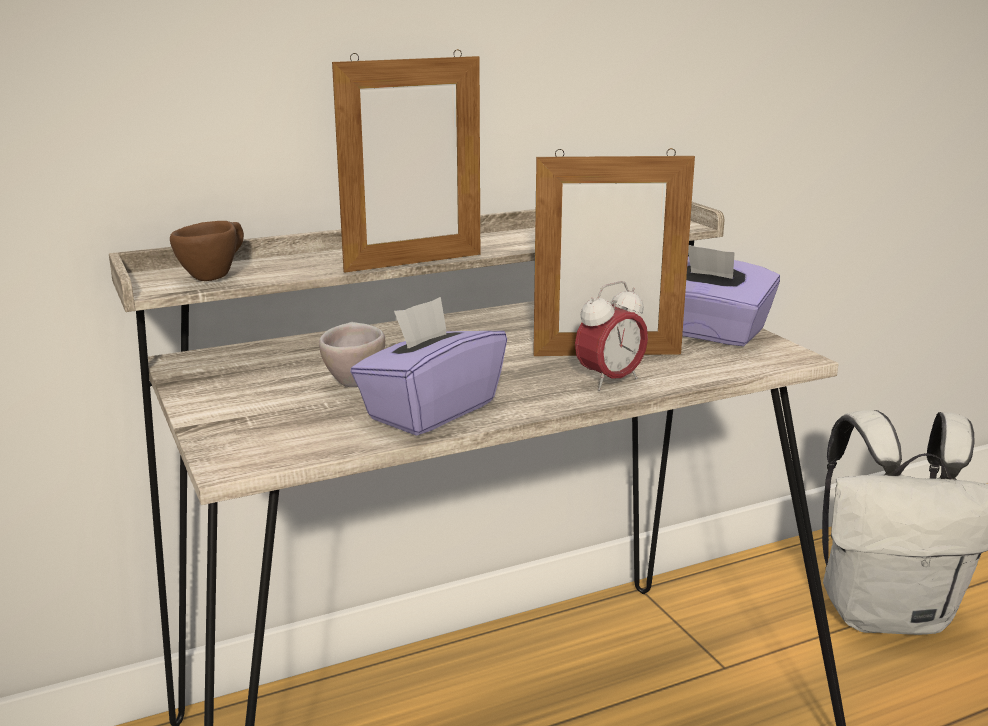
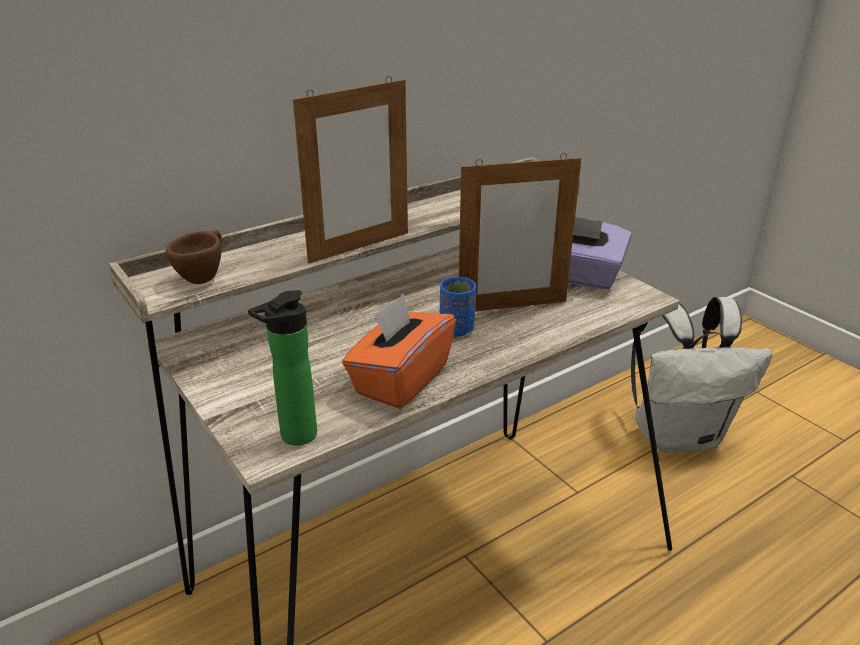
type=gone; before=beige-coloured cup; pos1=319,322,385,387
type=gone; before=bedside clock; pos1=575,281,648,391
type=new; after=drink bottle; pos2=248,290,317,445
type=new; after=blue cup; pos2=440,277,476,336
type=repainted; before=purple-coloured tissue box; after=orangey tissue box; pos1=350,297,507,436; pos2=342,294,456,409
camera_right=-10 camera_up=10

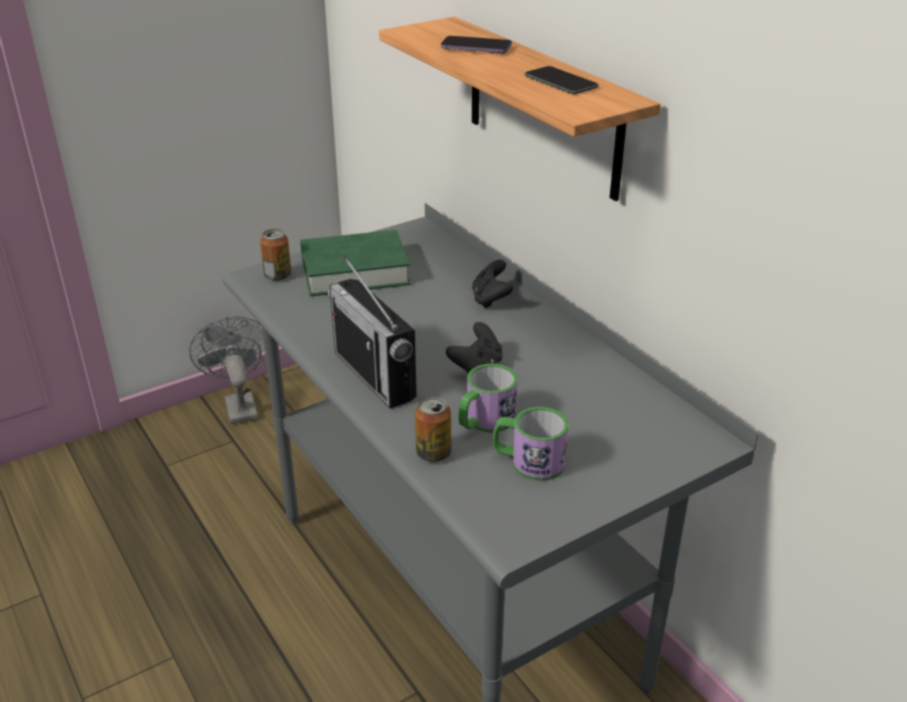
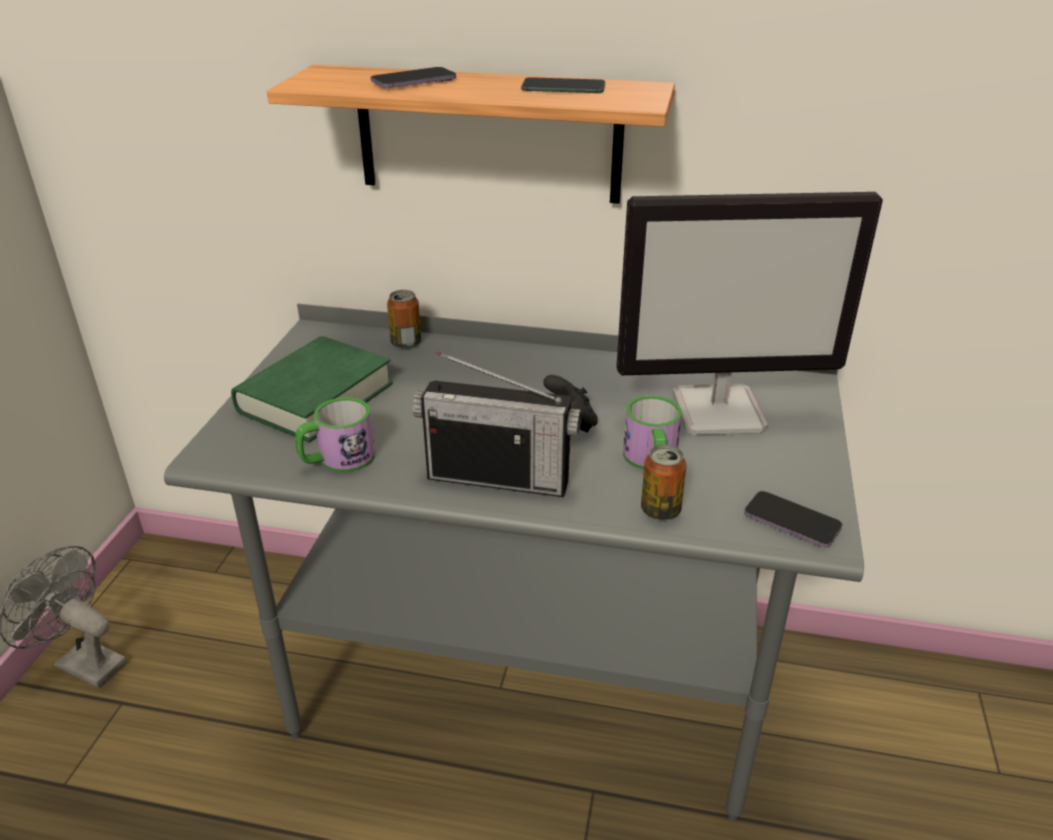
type=gone; before=blackish game controller; pos1=472,260,513,309
type=new; after=monitor; pos2=617,192,883,435
type=new; after=handset; pos2=744,491,842,548
type=shifted; before=metal can; pos1=260,229,291,281; pos2=387,290,421,349
type=shifted; before=mug; pos1=493,407,568,481; pos2=295,397,375,473
camera_right=-45 camera_up=0

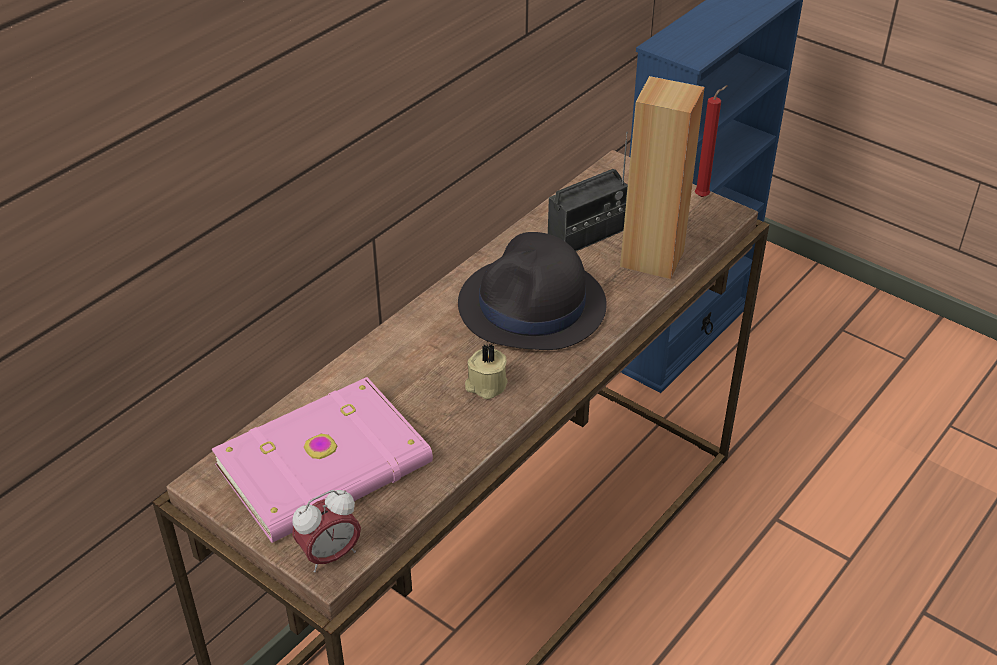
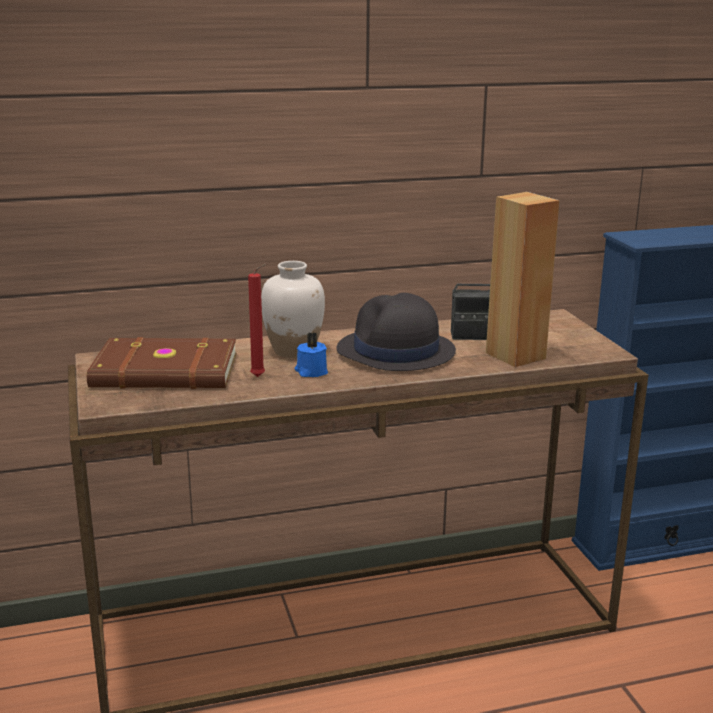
type=gone; before=bedside clock; pos1=292,490,361,573
type=new; after=white flower vase; pos2=261,261,325,358
type=shifted; before=red wax light; pos1=695,85,728,197; pos2=248,264,267,377
type=repainted; before=pink volume; after=brownish volume; pos1=212,377,433,543; pos2=87,337,236,389
type=repainted; before=beige-coloured wax light; after=blue wax light; pos1=465,343,508,399; pos2=295,332,328,377
camera_right=35 camera_up=-20

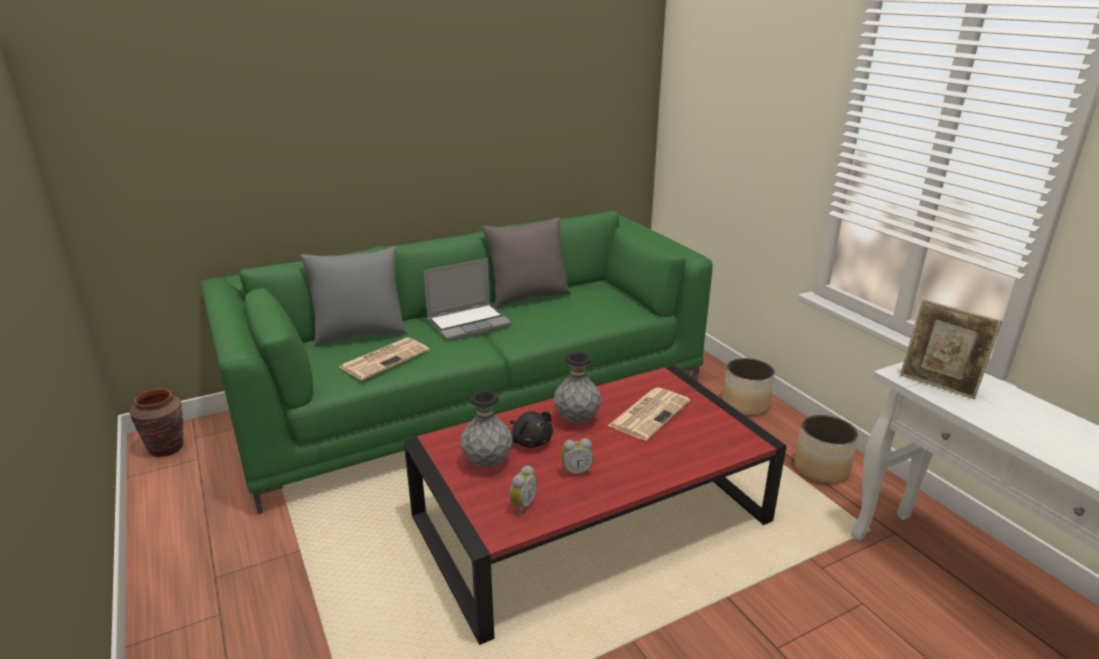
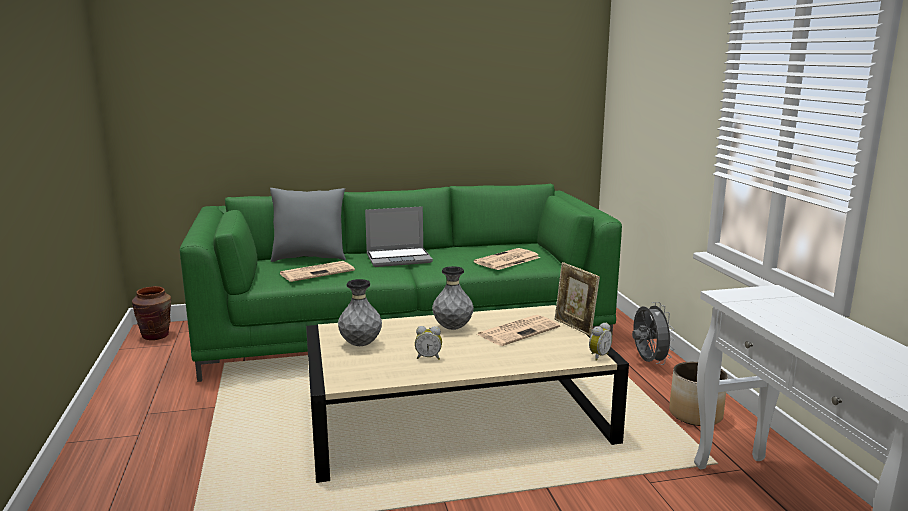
type=gone; before=gray throw pillow; pos1=482,217,571,309
type=gone; before=blackish soft toy; pos1=510,412,553,448
type=new; after=newspaper; pos2=474,248,540,270
type=shifted; before=bedside clock; pos1=509,465,537,515; pos2=589,322,612,361
type=shifted; before=photo frame; pos1=900,299,1002,399; pos2=555,262,600,336
type=swapped; before=flower pot; after=gray electric fan; pos1=722,358,775,416; pos2=632,302,675,365
type=repainted; before=red low table; after=beige-coloured low table; pos1=404,365,787,645; pos2=306,305,629,483
camera_right=15 camera_up=-10

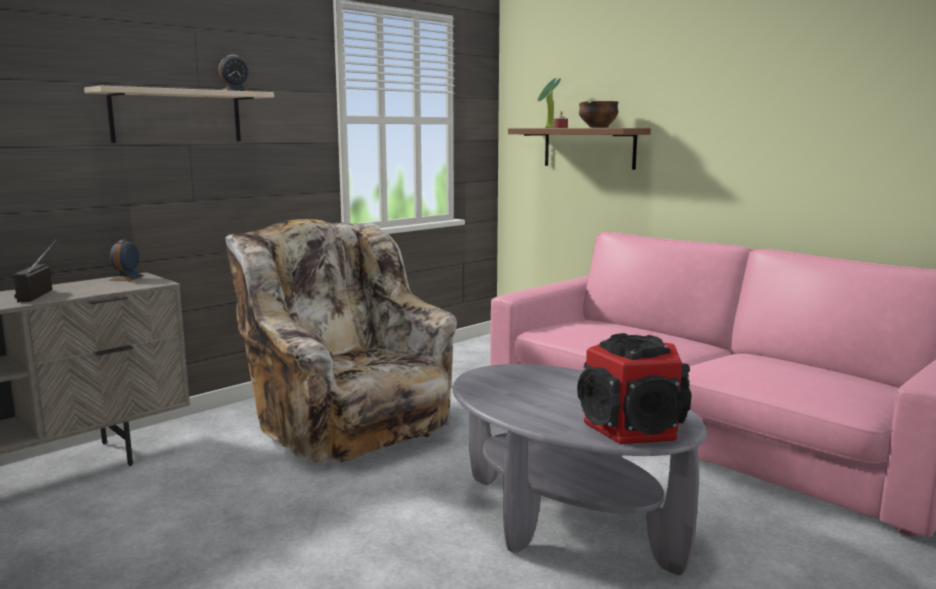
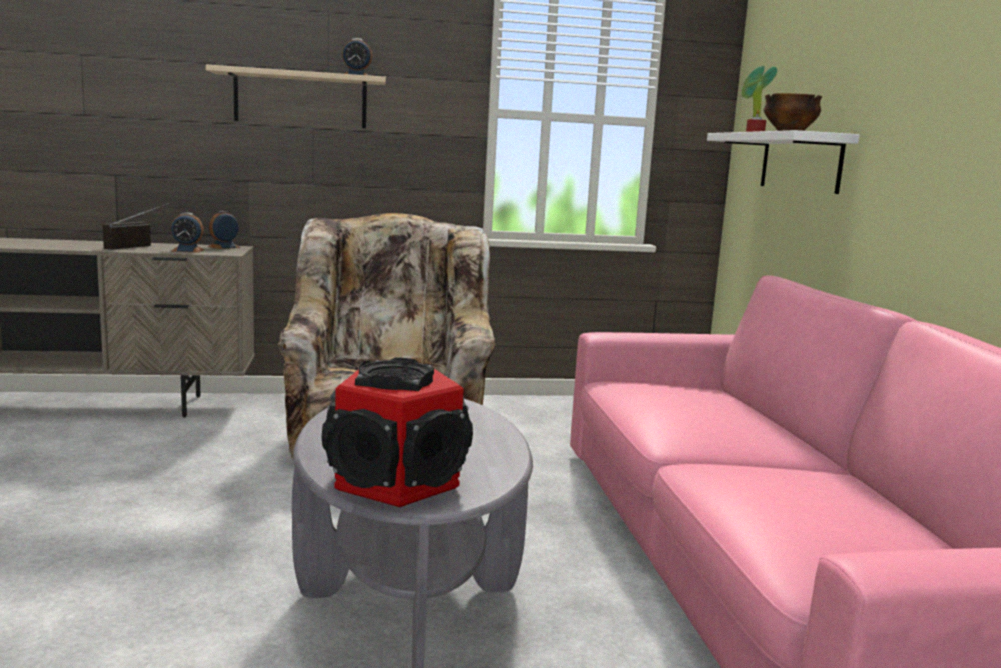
type=new; after=bedside clock; pos2=171,212,204,253
type=repainted; before=brownish bracket shelf; after=white bracket shelf; pos1=508,128,651,170; pos2=707,130,859,194
camera_right=35 camera_up=0

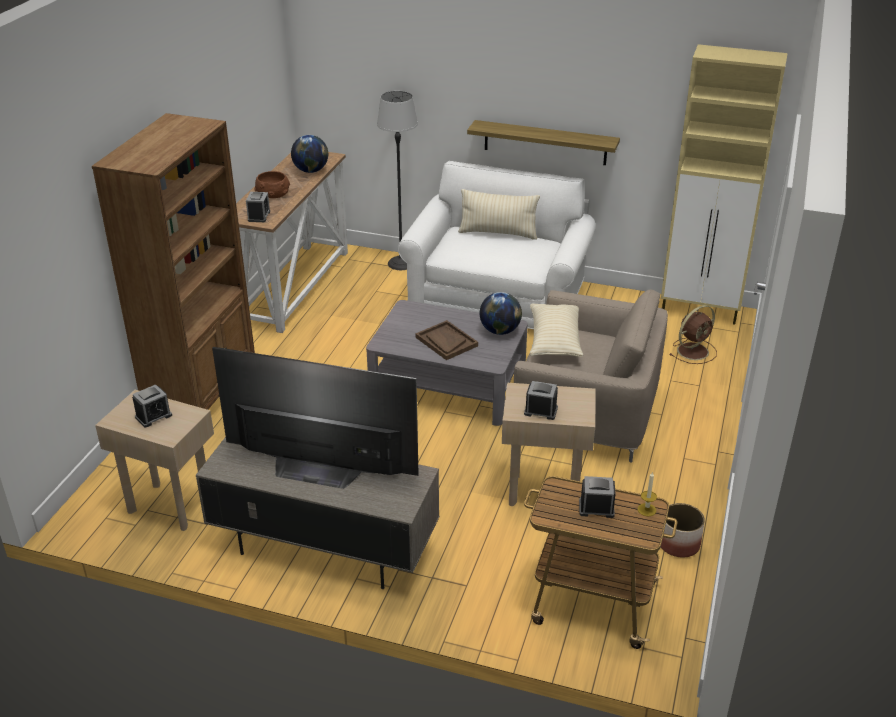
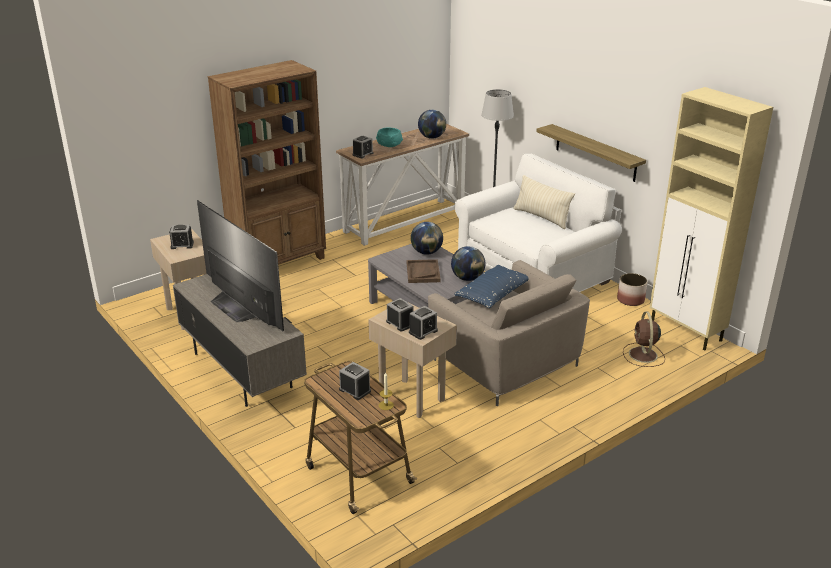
type=new; after=bedside clock; pos2=409,306,438,340
type=new; after=world globe; pos2=411,222,443,255
type=shifted; before=flower pot; pos1=661,503,705,558; pos2=617,273,647,306
type=repainted; before=brownish serving bowl; after=blue-green serving bowl; pos1=254,171,290,198; pos2=376,128,403,147
type=repainted; before=beige-coloured throw pillow; after=blue throw pillow; pos1=530,304,583,357; pos2=455,265,529,308
type=rotated; before=brownish electric fan; pos1=670,305,717,364; pos2=623,312,665,367; turn=90
camera_right=35 camera_up=-5

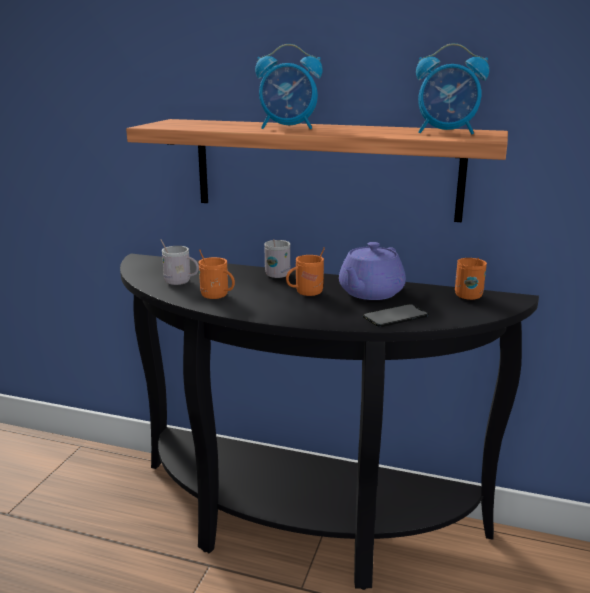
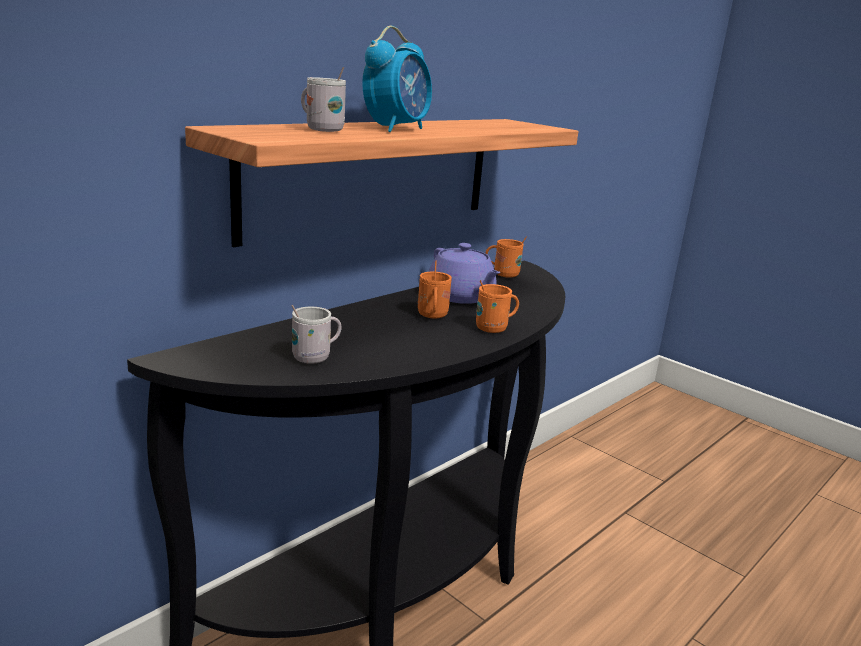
type=gone; before=handset; pos1=363,304,429,327
type=gone; before=bedside clock; pos1=416,43,489,134
type=shifted; before=orangey mug; pos1=199,250,235,299; pos2=476,280,519,333
type=shifted; before=white mug; pos1=264,239,291,278; pos2=301,67,346,132
camera_right=-65 camera_up=0

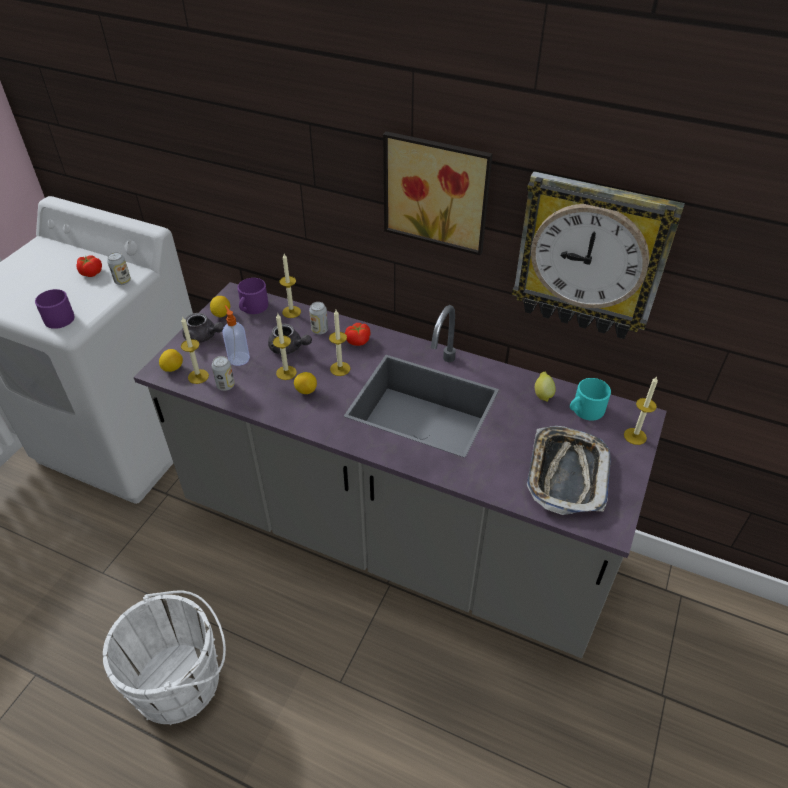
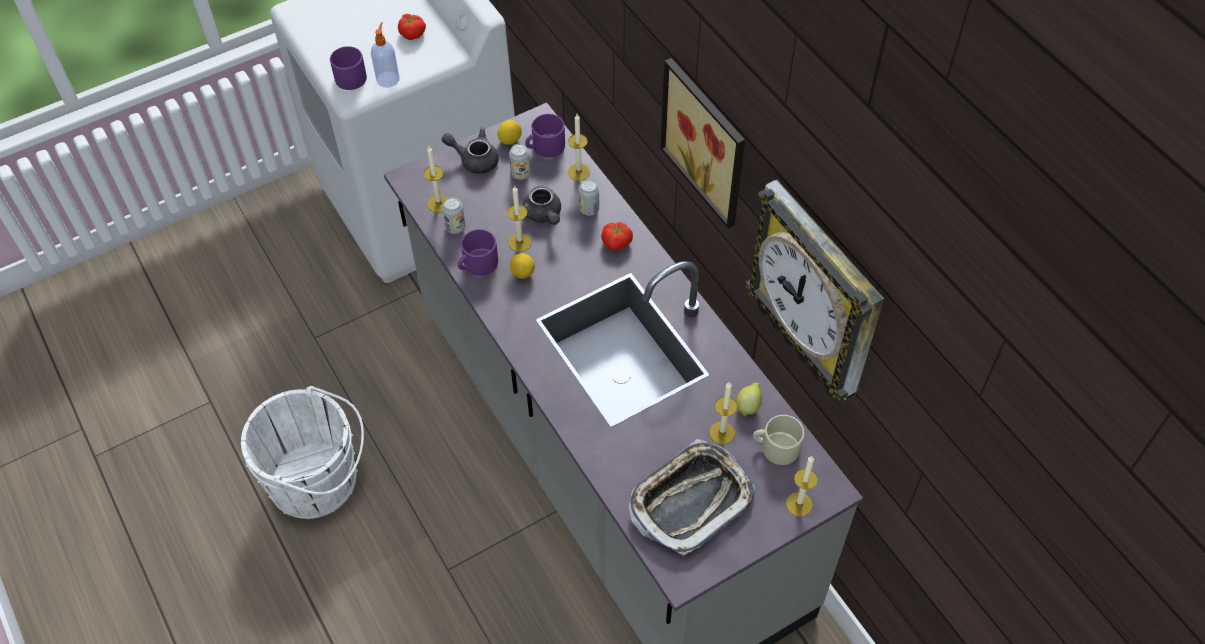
type=gone; before=lemon; pos1=159,349,183,372
type=new; after=purple-coloured mug; pos2=458,229,498,276
type=shifted; before=metal can; pos1=107,252,131,285; pos2=509,144,530,180
type=shifted; before=liquid soap bottle; pos1=222,305,250,366; pos2=371,22,399,88
type=shifted; before=wax light; pos1=329,310,351,376; pos2=709,382,737,444
type=repainted; before=blue-green mug; after=beige-coloured mug; pos1=570,378,611,421; pos2=753,415,804,465
type=rotated; before=gray pot for tea; pos1=182,313,225,343; pos2=442,128,499,174; turn=135
camera_right=35 camera_up=10

